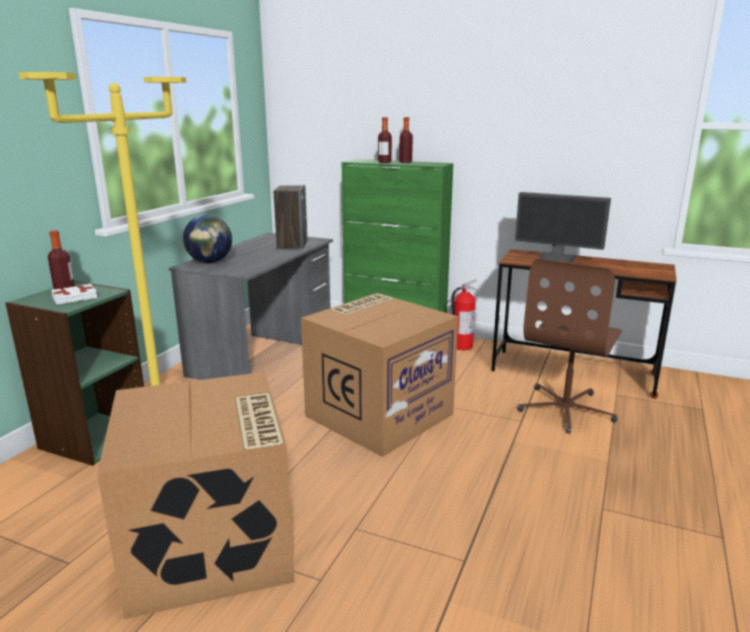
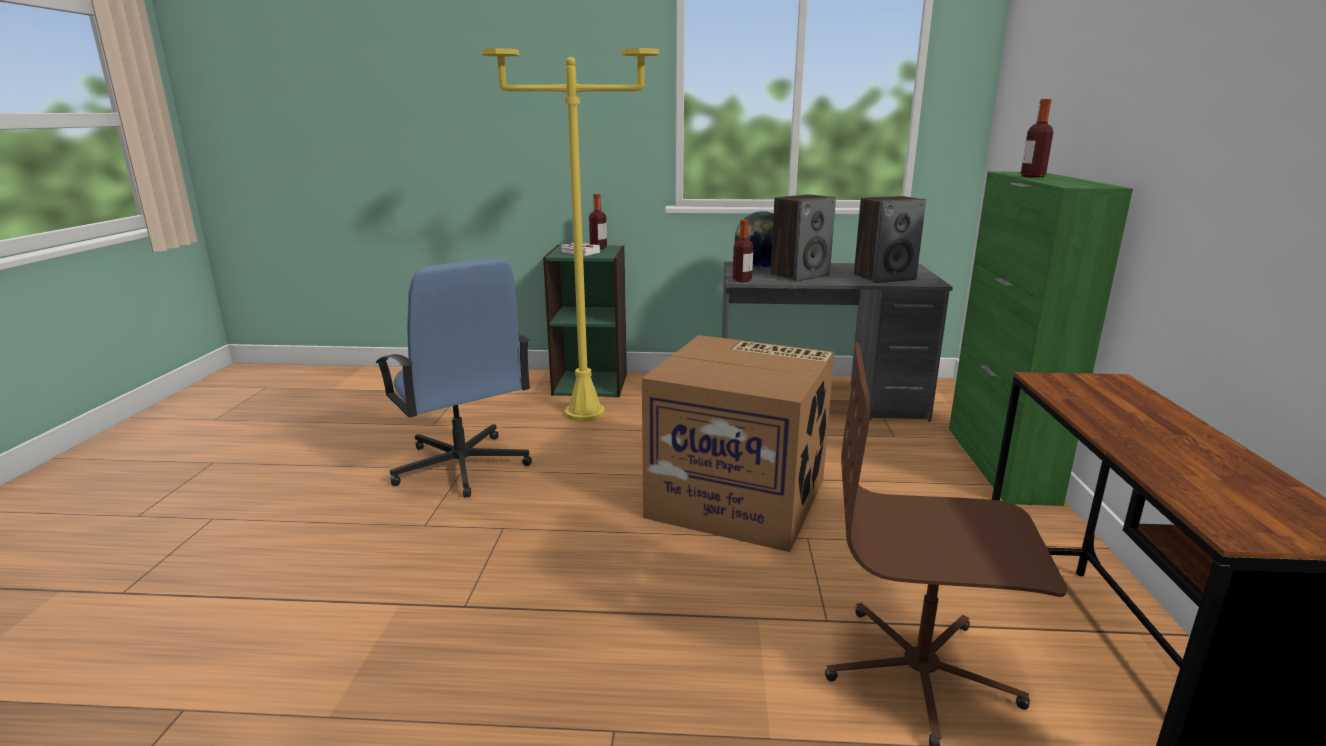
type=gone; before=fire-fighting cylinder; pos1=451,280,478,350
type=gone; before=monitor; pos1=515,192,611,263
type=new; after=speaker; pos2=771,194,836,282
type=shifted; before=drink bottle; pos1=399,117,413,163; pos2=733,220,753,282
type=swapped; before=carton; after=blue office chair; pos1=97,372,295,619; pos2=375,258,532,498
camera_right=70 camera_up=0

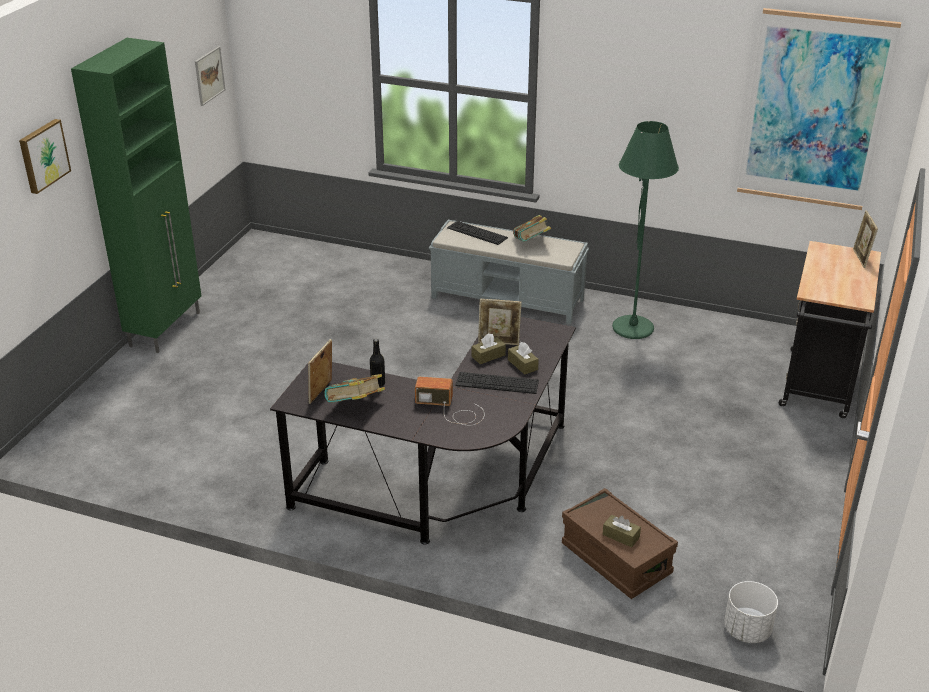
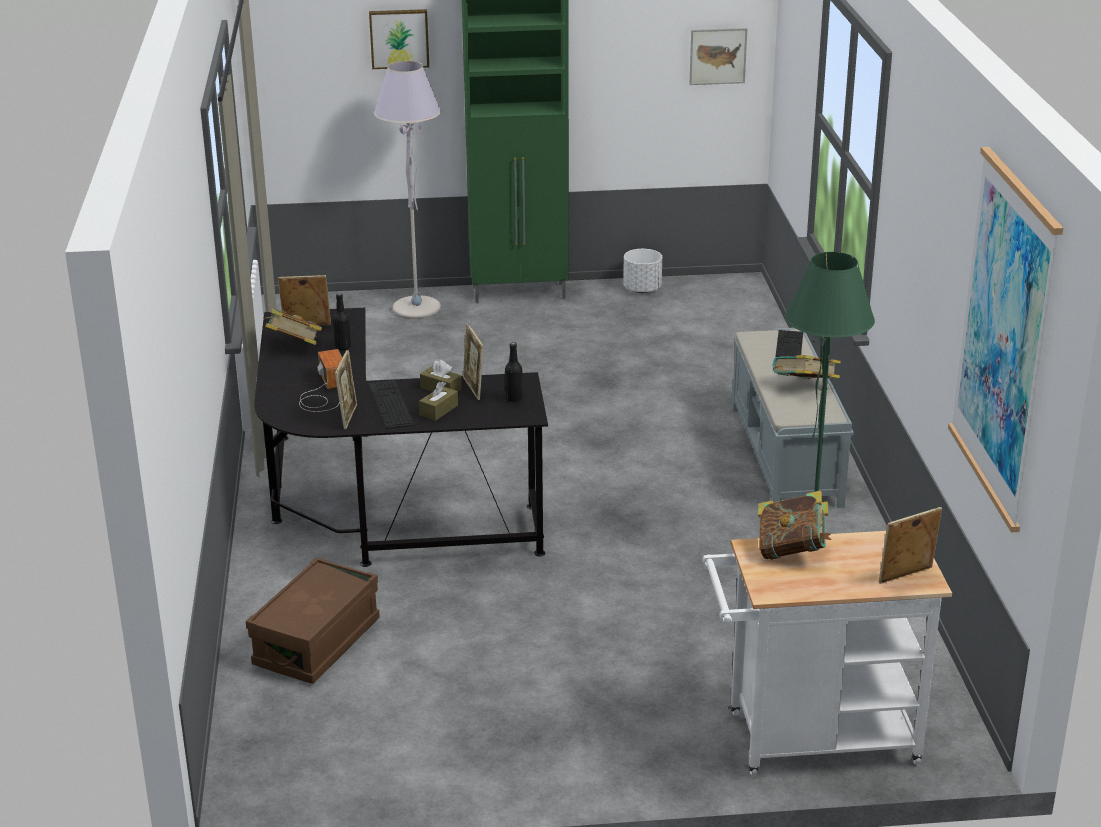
type=gone; before=brownish tissue box; pos1=603,515,641,547
type=new; after=photo frame; pos2=335,350,357,429
type=new; after=gray standard lamp; pos2=374,61,441,319
type=new; after=blackish drink bottle; pos2=505,342,523,403
type=new; after=volume; pos2=758,491,831,560
type=shifted; before=white flower pot; pos1=724,581,778,643; pos2=623,249,662,293
type=repainted; before=blackish trolley; after=white trolley; pos1=779,241,881,418; pos2=702,531,952,775
camera_right=65 camera_up=-5

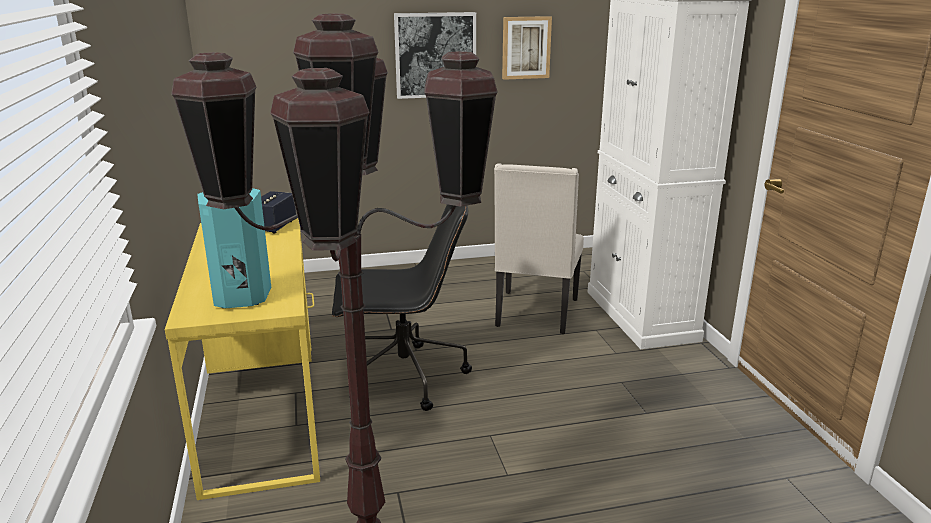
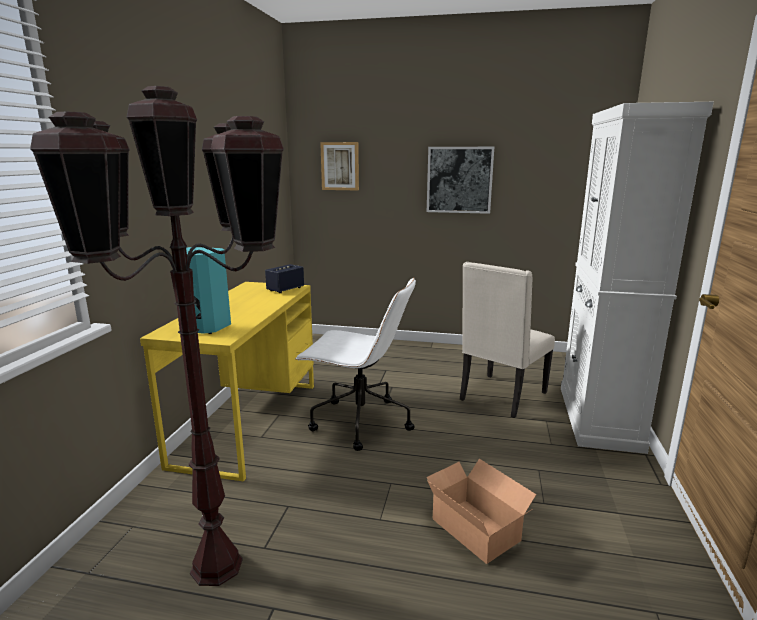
type=new; after=carton; pos2=427,459,536,564
type=shifted; before=wall art; pos1=502,16,552,80; pos2=320,142,359,190
type=repainted; before=blackish office chair; after=white office chair; pos1=332,204,472,411; pos2=295,277,416,451
camera_right=25 camera_up=-5

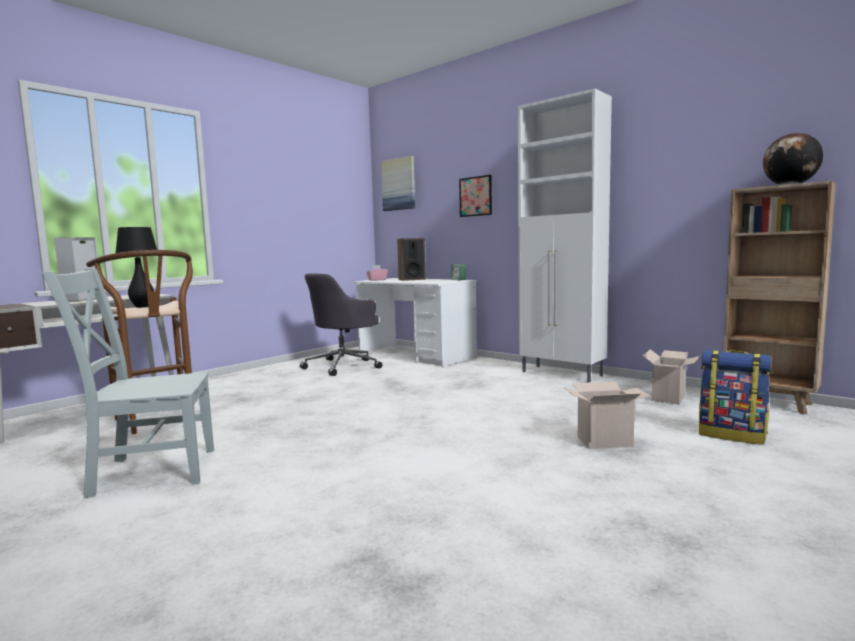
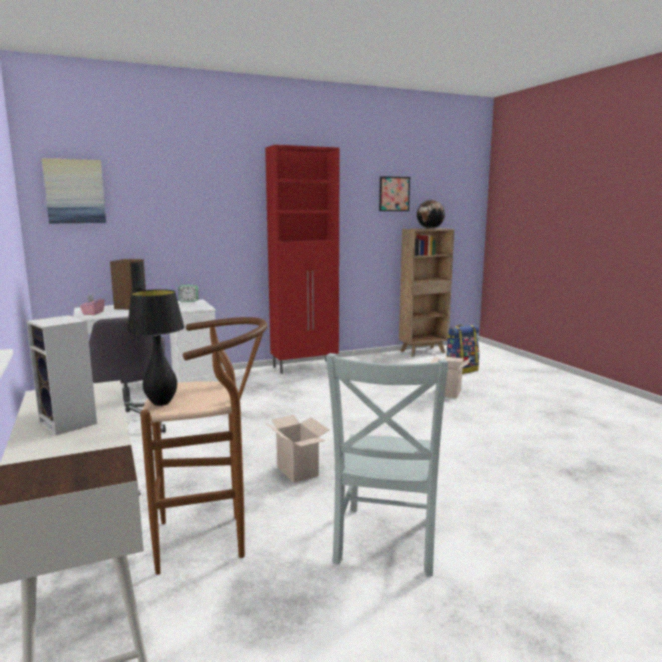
type=shifted; before=wall art; pos1=459,175,492,217; pos2=379,176,410,211
type=shifted; before=carton; pos1=642,349,700,404; pos2=267,415,329,483
type=repainted; before=white cupboard; after=red cupboard; pos1=518,88,612,382; pos2=265,145,340,374
camera_right=-65 camera_up=5

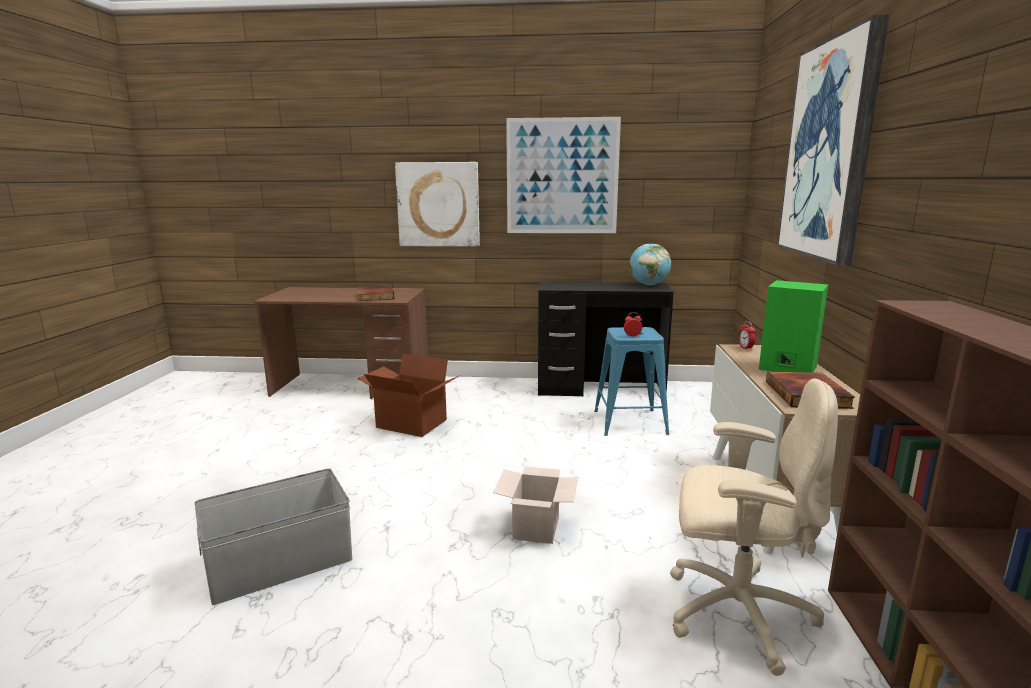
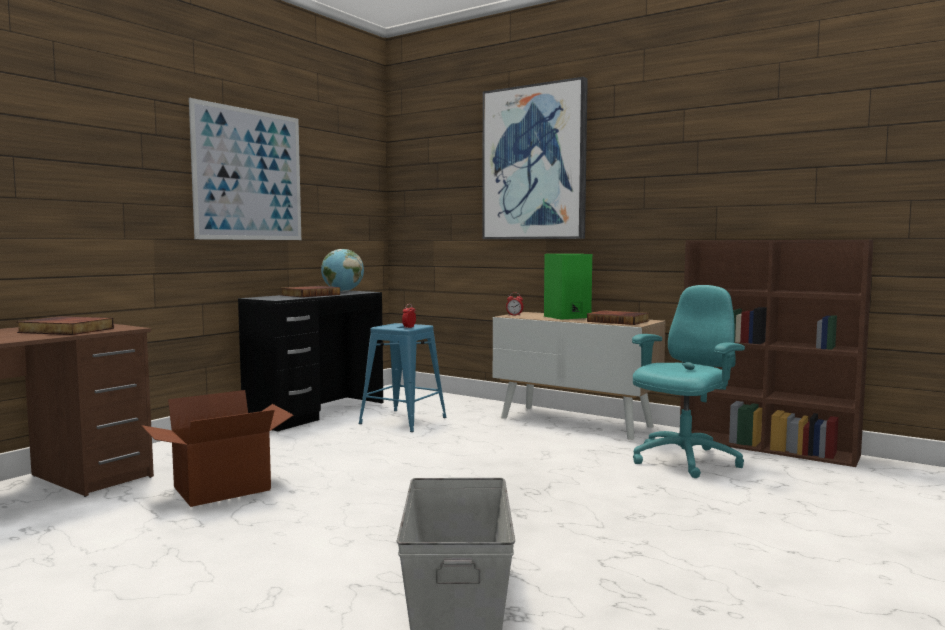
type=gone; before=wall art; pos1=395,162,480,247
type=gone; before=carton; pos1=493,466,578,544
type=new; after=volume; pos2=281,286,340,297
type=repainted; before=beige-coloured office chair; after=blue-green office chair; pos1=670,379,838,676; pos2=632,285,745,478
camera_right=-60 camera_up=-10

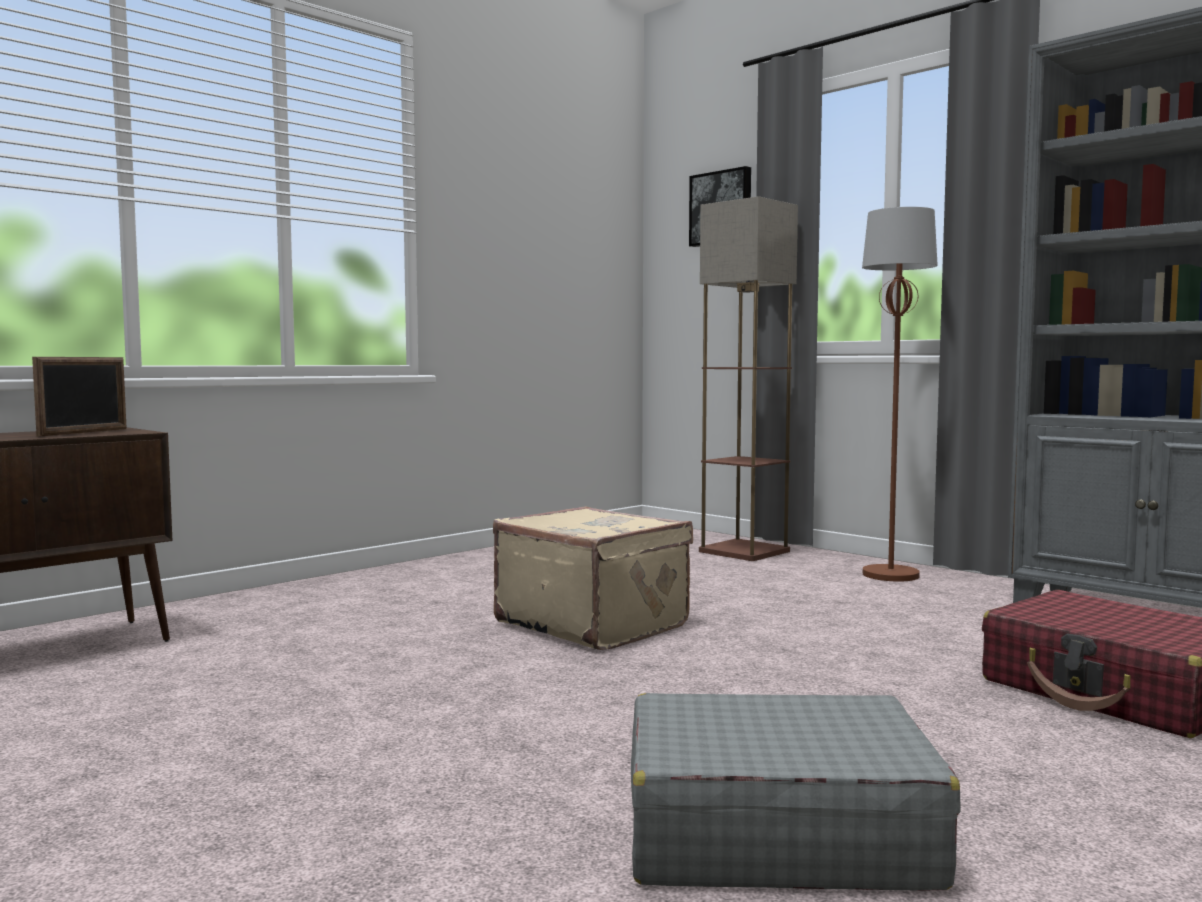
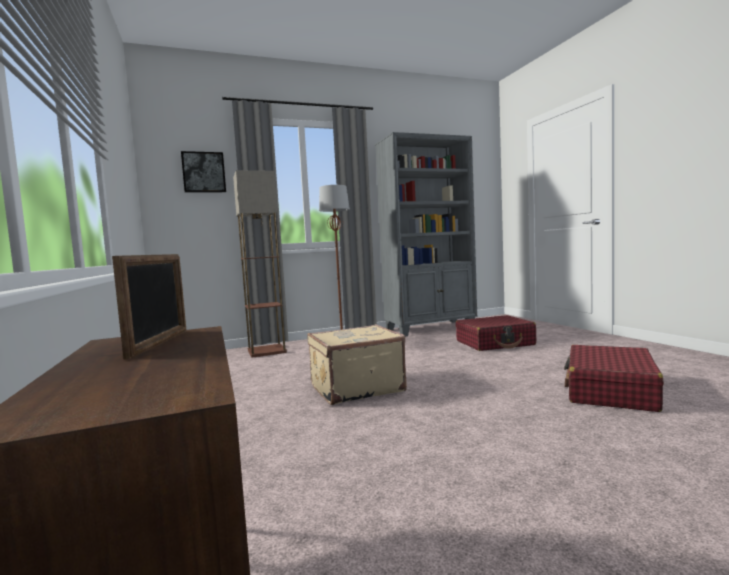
type=repainted; before=gray suitcase; after=red suitcase; pos1=631,693,961,890; pos2=564,345,664,412
type=rotated; before=photo frame; pos1=32,357,127,436; pos2=112,254,186,360; turn=45
camera_right=-65 camera_up=0

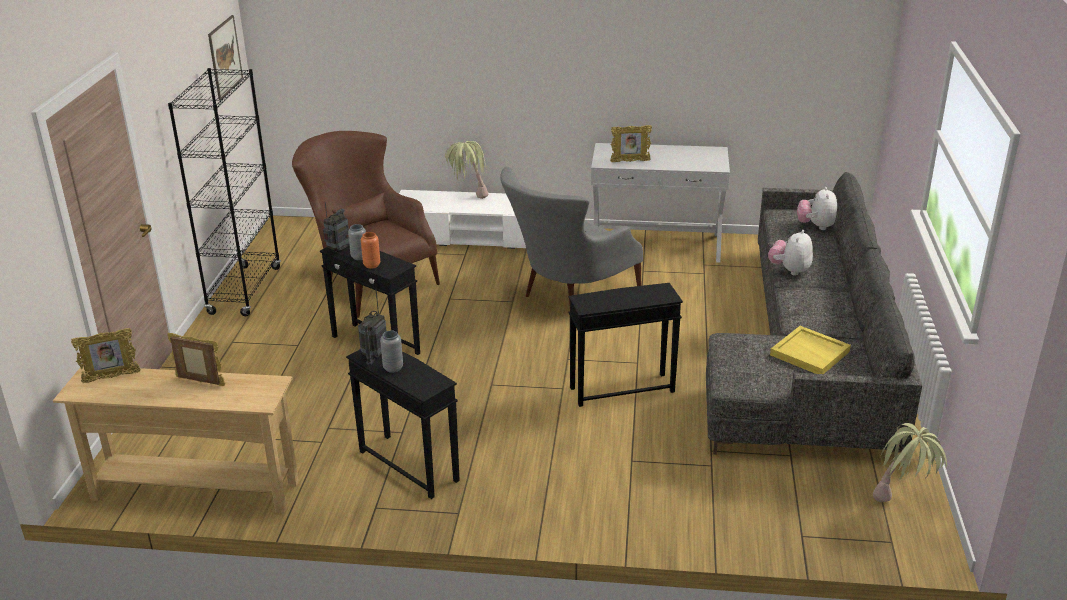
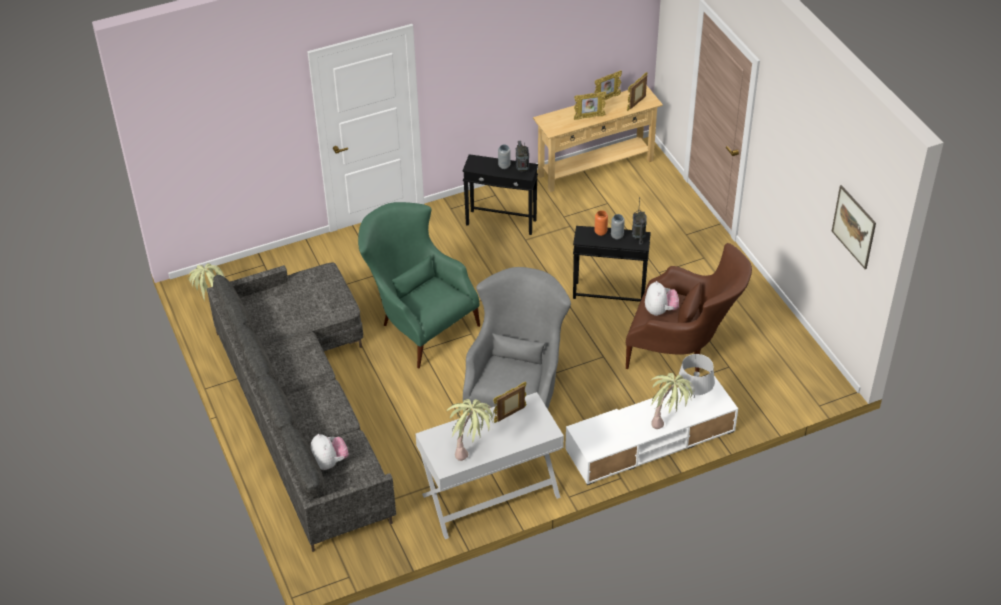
type=gone; before=blackish bookcase; pos1=168,68,281,316
type=gone; before=yellow tray; pos1=770,326,851,374
type=new; after=houseplant; pos2=447,399,494,461
type=new; after=photo frame; pos2=594,70,622,100
type=new; after=gray table lamp; pos2=678,354,715,397
type=shifted; before=soft toy; pos1=768,230,813,276; pos2=645,281,679,316
type=swapped; before=blackish accent table; after=green-coloured easy chair; pos1=568,283,683,407; pos2=358,202,480,368
camera_right=150 camera_up=15

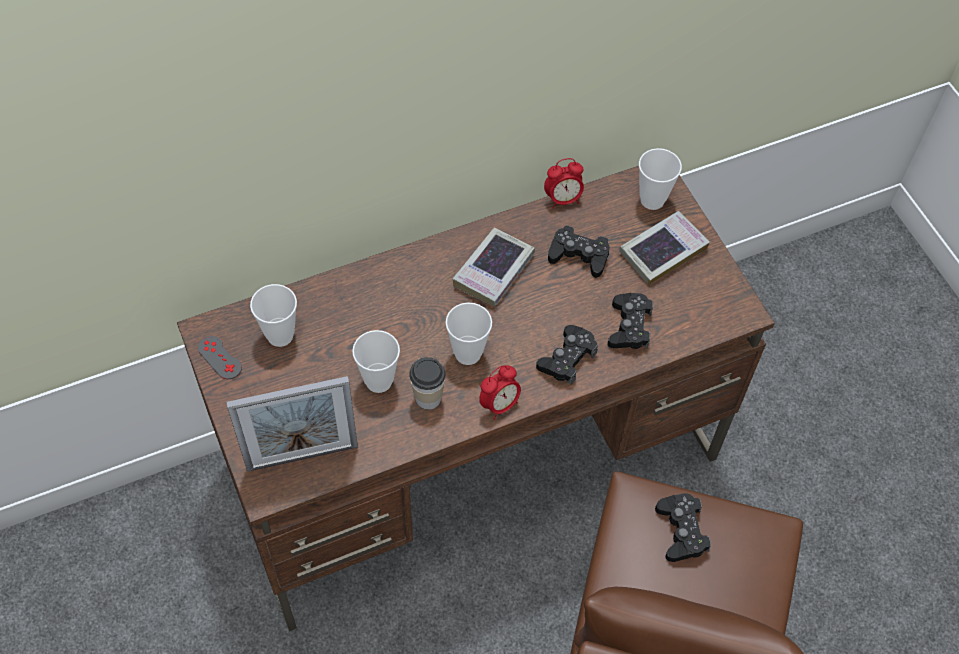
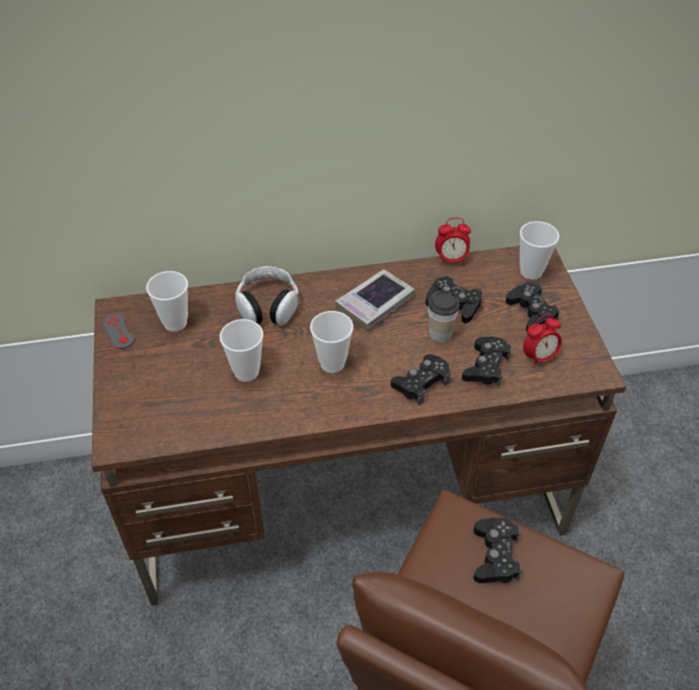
type=gone; before=photo frame; pos1=226,376,358,472
type=new; after=headphones; pos2=235,266,299,326
type=shifted; before=cup; pos1=409,357,445,410; pos2=428,291,460,342
type=shifted; before=bedside clock; pos1=479,365,521,420; pos2=523,314,562,368
type=swapped; before=volume; after=blackish game controller; pos1=619,211,710,285; pos2=506,282,560,332
camera_right=15 camera_up=-10

